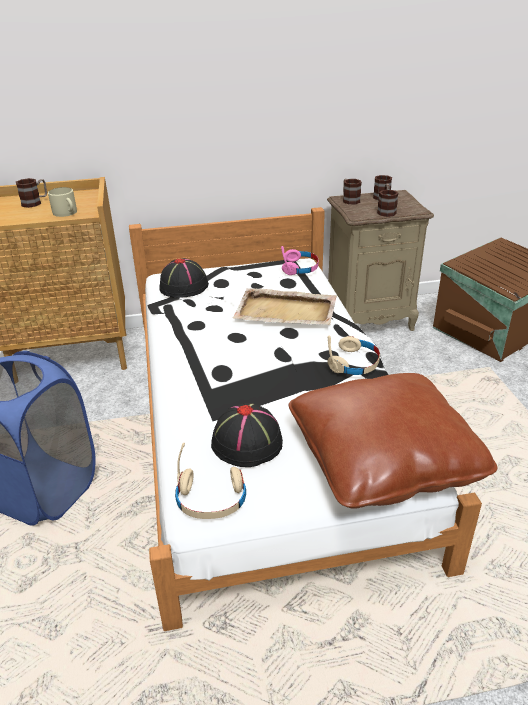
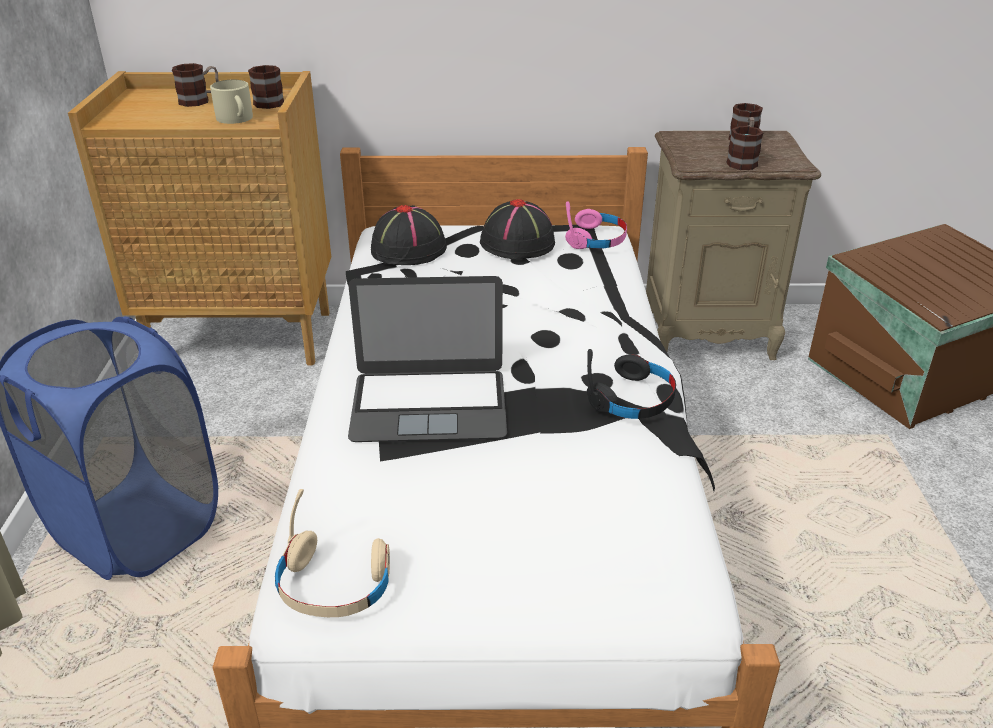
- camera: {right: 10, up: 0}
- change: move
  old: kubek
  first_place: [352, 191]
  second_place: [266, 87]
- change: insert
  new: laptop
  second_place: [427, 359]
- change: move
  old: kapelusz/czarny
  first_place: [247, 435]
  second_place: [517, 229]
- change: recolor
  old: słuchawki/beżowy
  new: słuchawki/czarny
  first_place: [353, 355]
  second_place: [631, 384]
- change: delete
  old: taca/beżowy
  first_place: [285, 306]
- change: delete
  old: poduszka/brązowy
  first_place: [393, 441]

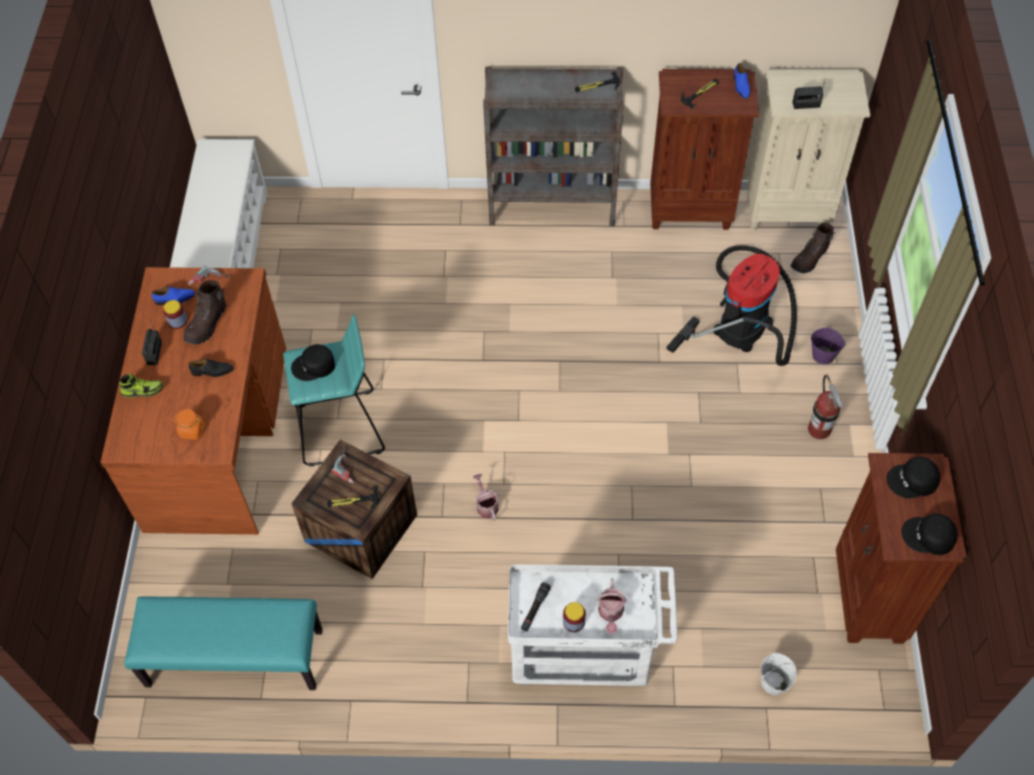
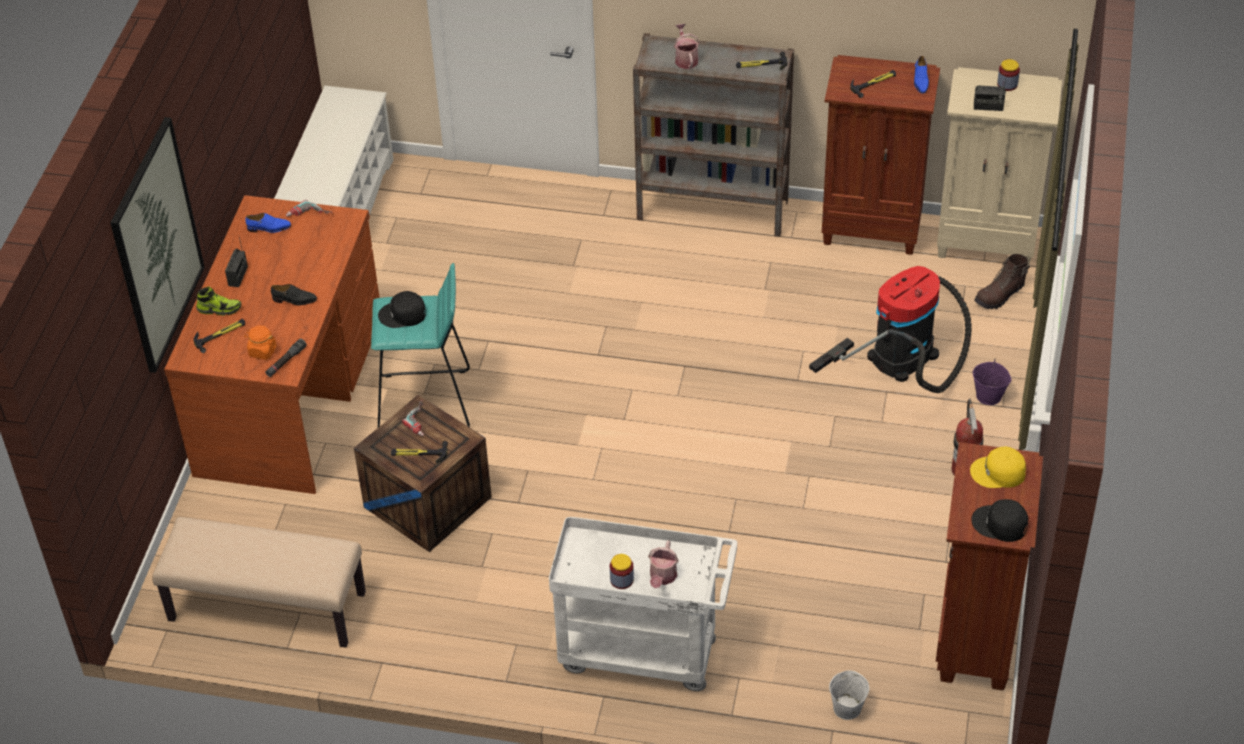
- camera: {right: 10, up: -10}
- change: insert
  new: obraz
  second_place: [157, 245]
- change: recolor
  old: ławka/turkusowy
  new: ławka/beżowy
  first_place: [223, 643]
  second_place: [259, 582]
- change: insert
  new: młotek
  second_place: [219, 336]
- change: move
  old: latarka/czarny
  first_place: [536, 607]
  second_place: [286, 358]
- change: move
  old: konewka
  first_place: [486, 497]
  second_place: [687, 46]
- change: recolor
  old: czapka z daszkiem/czarny
  new: czapka z daszkiem/żółty
  first_place: [913, 478]
  second_place: [998, 467]
- change: move
  old: słoik
  first_place: [175, 314]
  second_place: [1008, 75]
- change: delete
  old: but z cholewką/brązowy
  first_place: [205, 312]

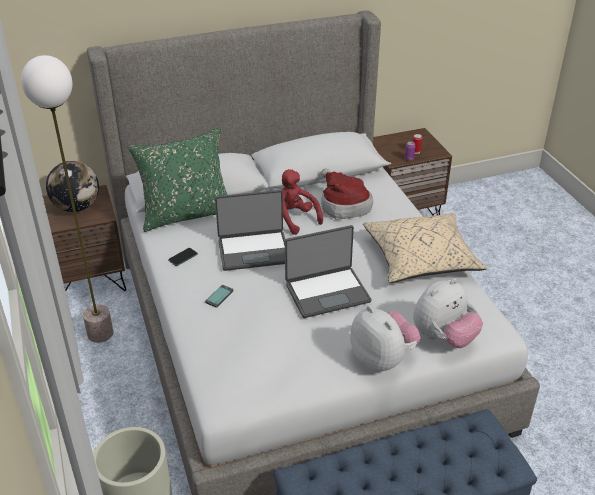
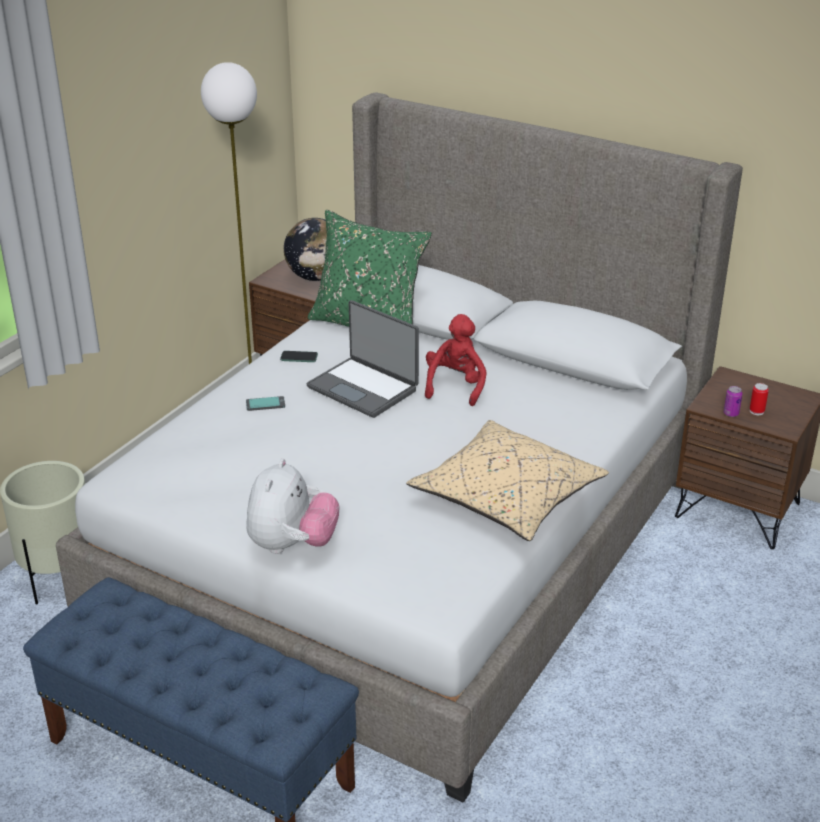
- camera: {right: 50, up: -5}
- change: delete
  old: laptop
  first_place: [328, 271]
- change: delete
  old: kapelusz
  first_place: [347, 194]
- change: delete
  old: pluszak
  first_place: [448, 313]

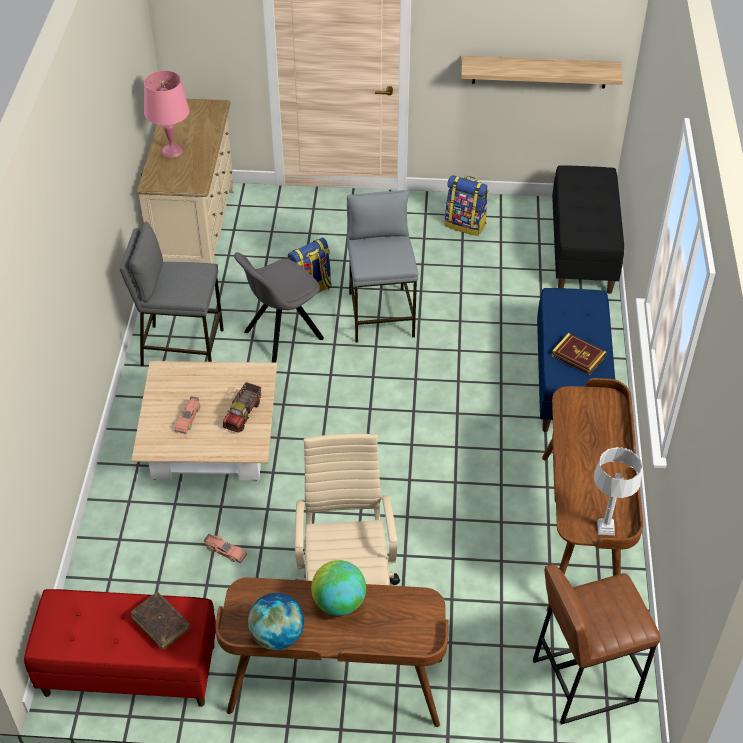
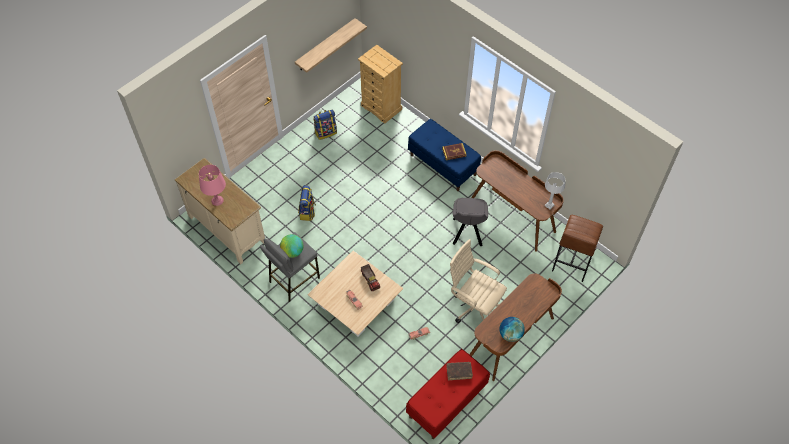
- camera: {right: -50, up: 10}
- change: move
  old: globus
  first_place: [338, 588]
  second_place: [292, 246]
- change: replace
  old: ławka/czarny
  new: komoda/beżowy
  first_place: [588, 229]
  second_place: [380, 84]
- change: move
  old: krzesło/szary
  first_place: [279, 307]
  second_place: [470, 222]
- change: delete
  old: stołek/szary
  first_place: [382, 266]

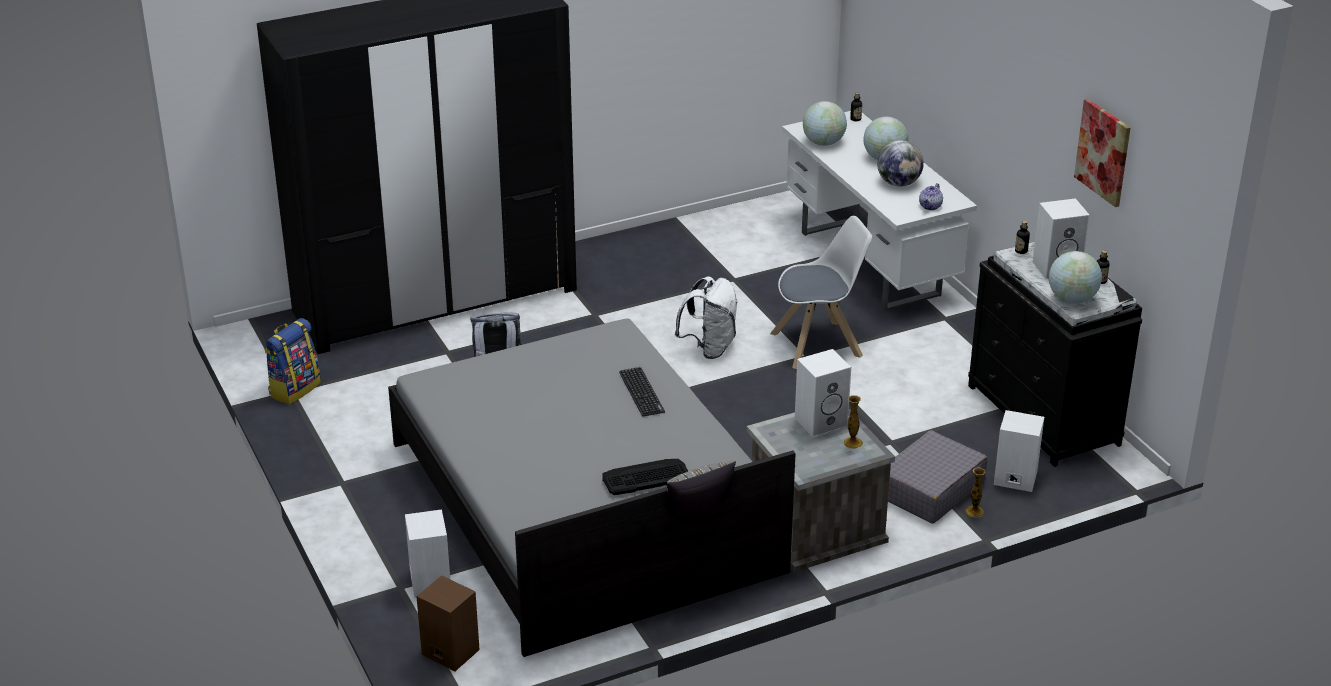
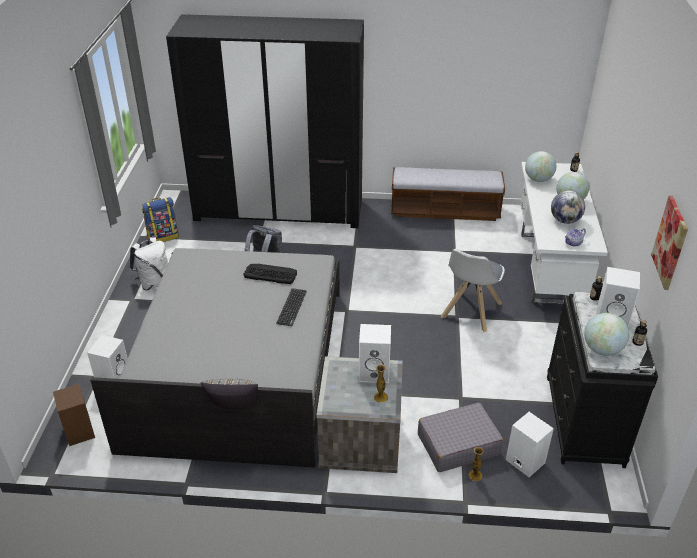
- camera: {right: 30, up: 5}
- change: move
  old: plecak/biały
  first_place: [706, 317]
  second_place: [149, 263]
- change: move
  old: klawiatura
  first_place: [645, 477]
  second_place: [270, 274]
- change: insert
  new: ławka
  second_place: [448, 194]
- change: rotate
  old: krzesło
  first_place: [821, 292]
  second_place: [473, 290]
  degrees: 105

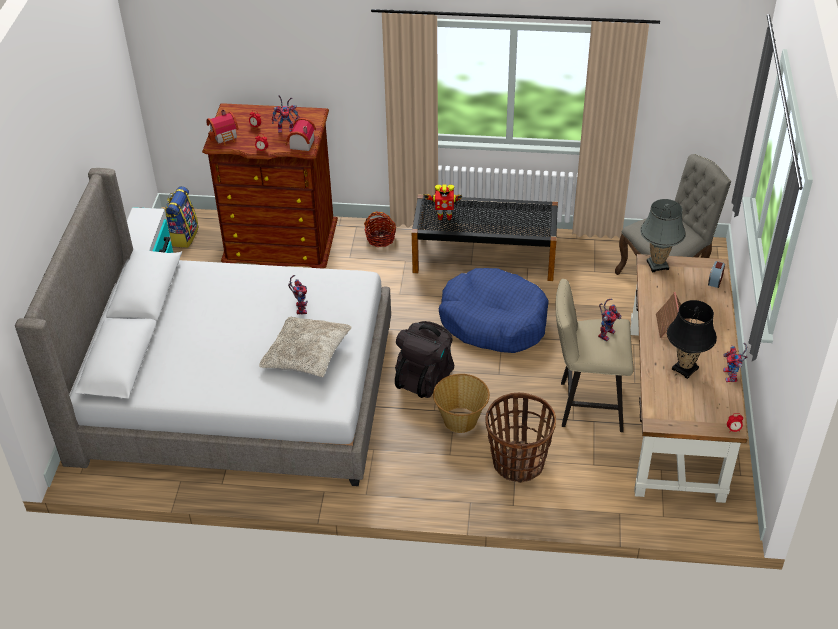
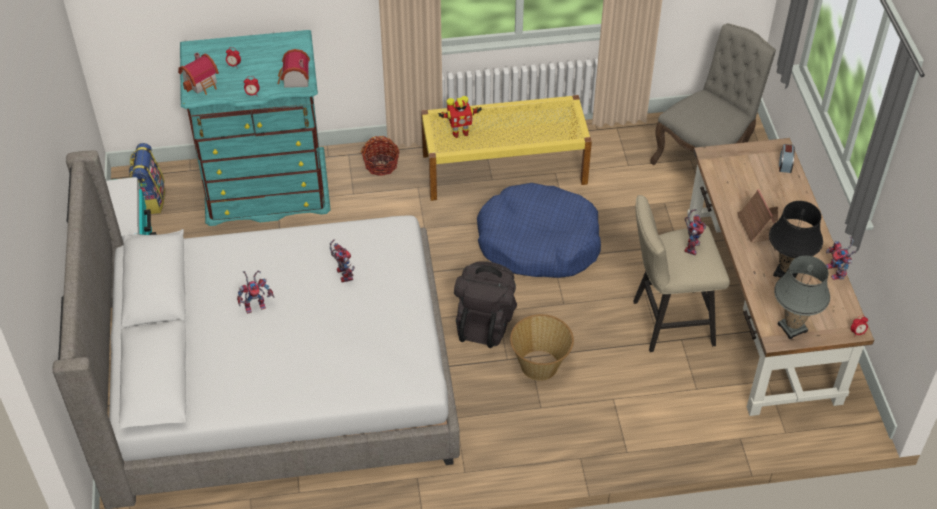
- camera: {right: -15, up: 5}
- change: recolor
  old: komoda/brązowy
  new: komoda/turkusowy
  first_place: [270, 186]
  second_place: [255, 128]
- change: move
  old: robot zabawkowy
  first_place: [286, 114]
  second_place: [256, 292]
- change: recolor
  old: ławka/czarny
  new: ławka/żółty
  first_place: [485, 237]
  second_place: [506, 148]
- change: move
  old: lampa stołowa/szary
  first_place: [663, 235]
  second_place: [802, 297]
- change: delete
  old: poduszka/beżowy
  first_place: [305, 347]
- change: delete
  old: koszyk
  first_place: [520, 438]

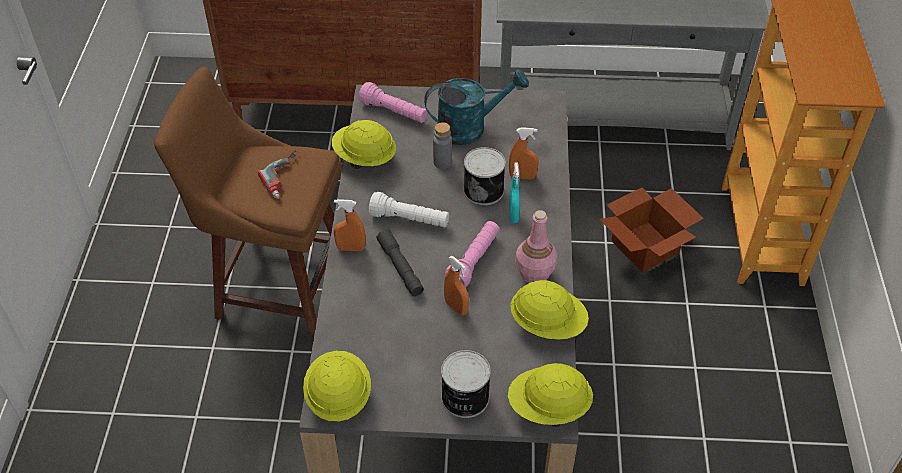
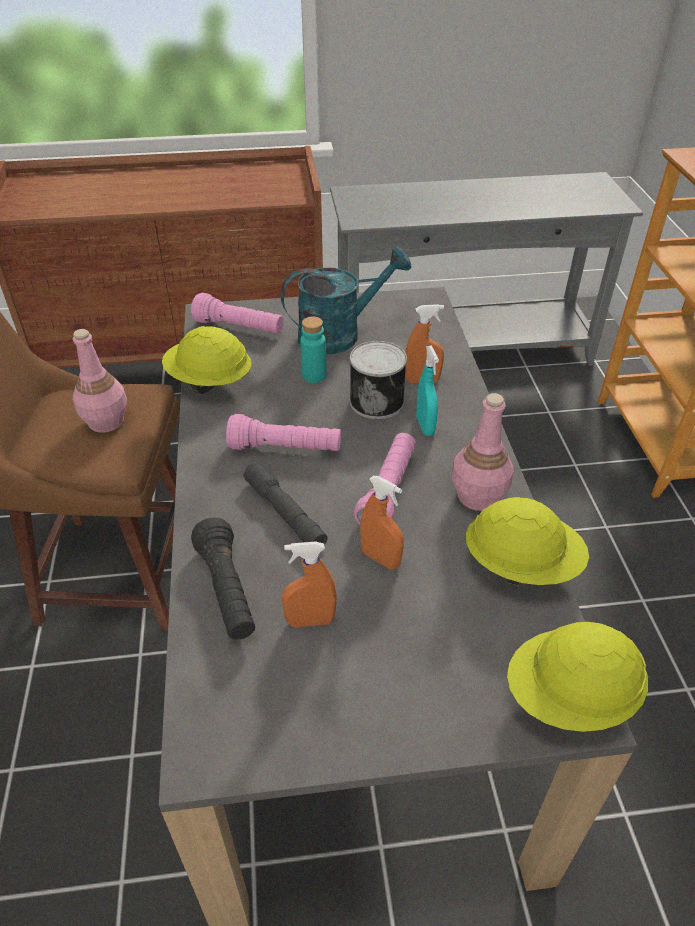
- camera: {right: -10, up: -5}
- change: replace
  old: wiertarka
  new: butelka/różowy
  first_place: [277, 174]
  second_place: [100, 381]
- change: insert
  new: latarka/czarny
  second_place: [223, 578]
- change: recolor
  old: latarka/biały
  new: latarka/różowy
  first_place: [409, 210]
  second_place: [283, 432]
- change: move
  old: spryskiwacz/pomarańczowy
  first_place: [350, 225]
  second_place: [309, 584]
- change: recolor
  old: butelka/szary
  new: butelka/turkusowy
  first_place: [442, 145]
  second_place: [313, 350]
- change: delete
  old: kask/żółty
  first_place: [337, 386]
- change: delete
  old: puszka
  first_place: [466, 384]
- change: delete
  old: karton
  first_place: [651, 229]

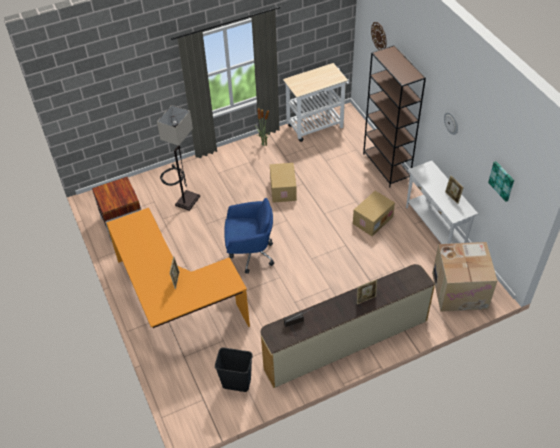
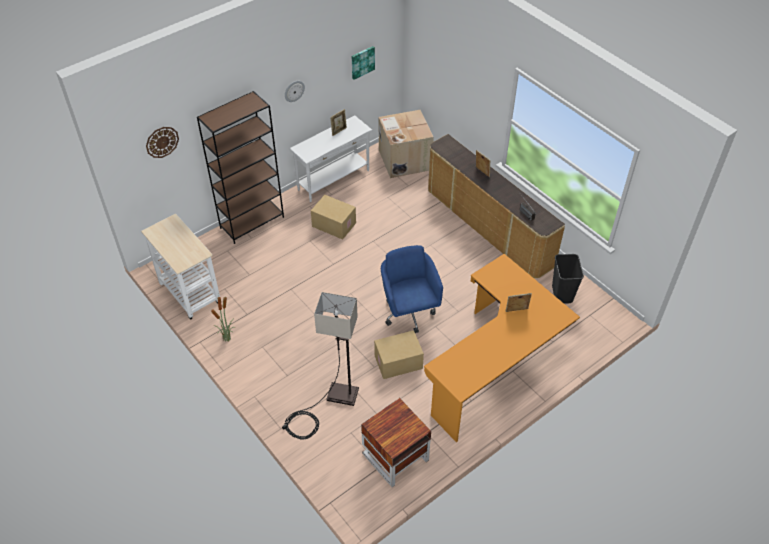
- camera: {right: -105, up: 0}
- change: move
  old: karton
  first_place: [283, 182]
  second_place: [399, 354]

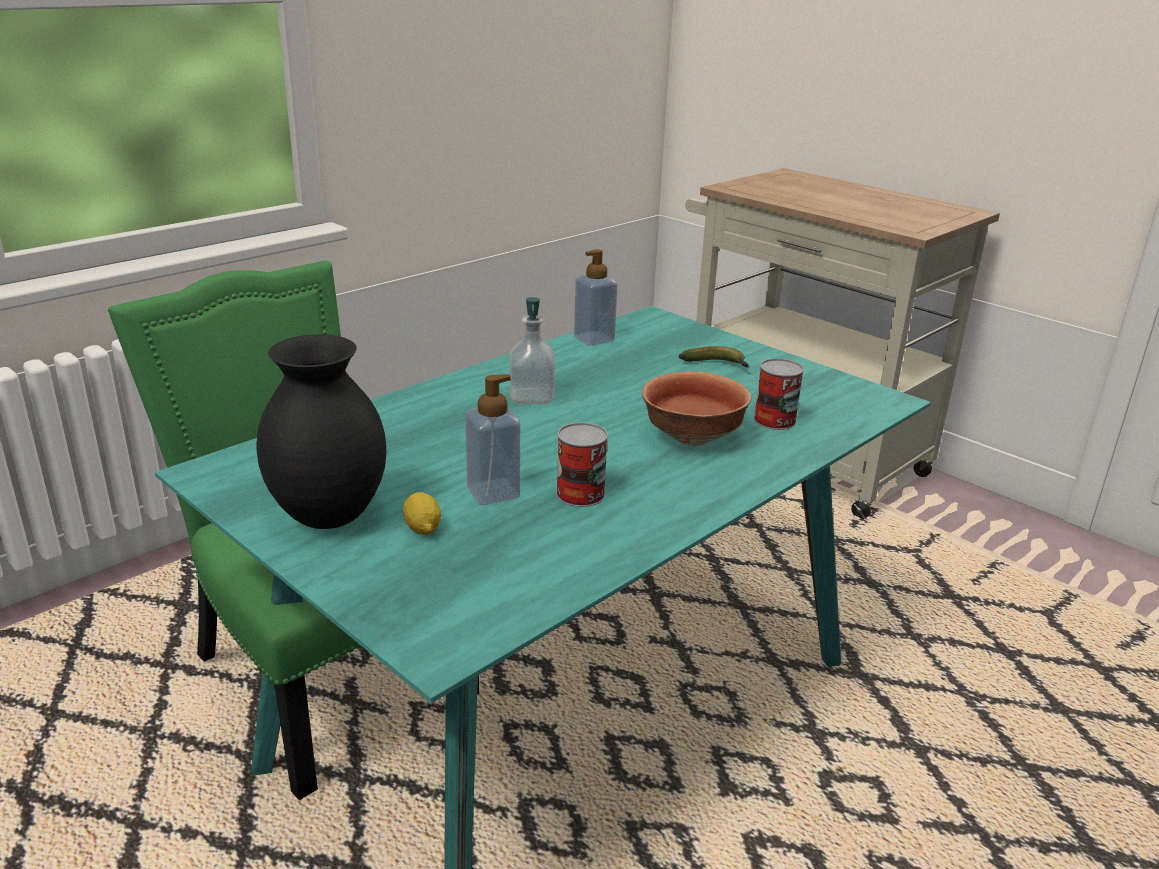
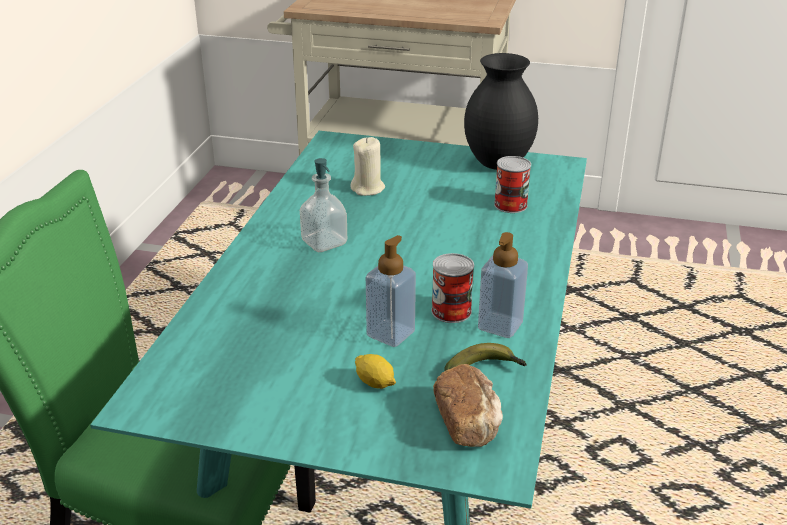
- camera: {right: -30, up: 5}
- change: insert
  new: świeca/beżowy
  second_place: [367, 166]
- change: insert
  new: chleb
  second_place: [468, 405]
- change: move
  old: banan
  first_place: [714, 357]
  second_place: [485, 357]
- change: move
  old: wazon/czarny
  first_place: [321, 431]
  second_place: [501, 111]
- change: move
  old: dozownik mydła
  first_place: [595, 297]
  second_place: [503, 285]
- change: delete
  old: miska
  first_place: [697, 408]

